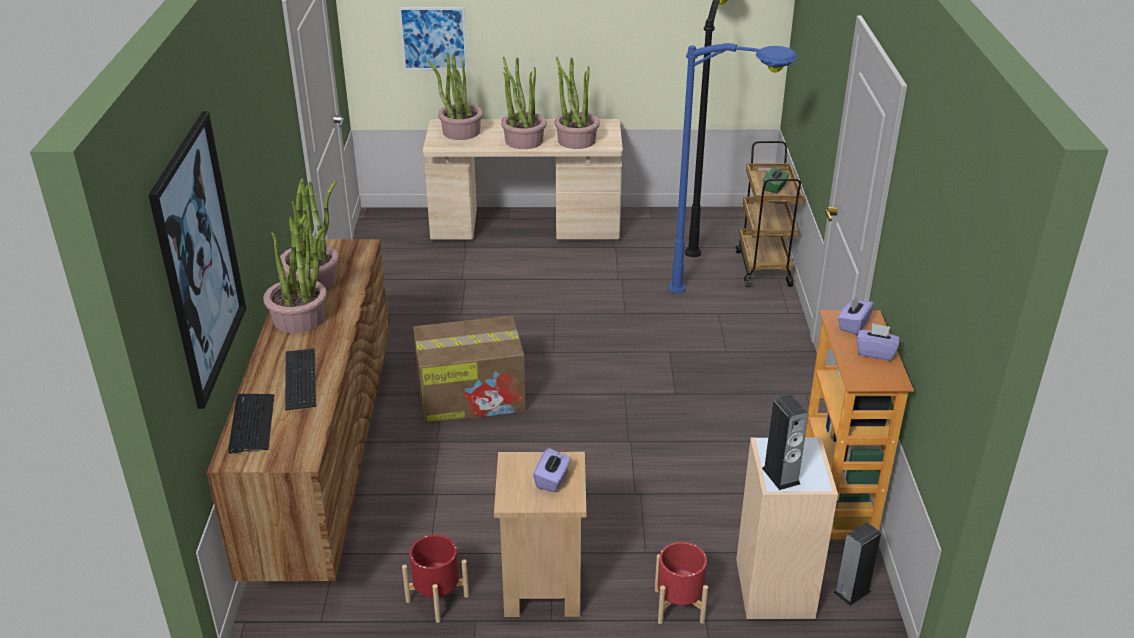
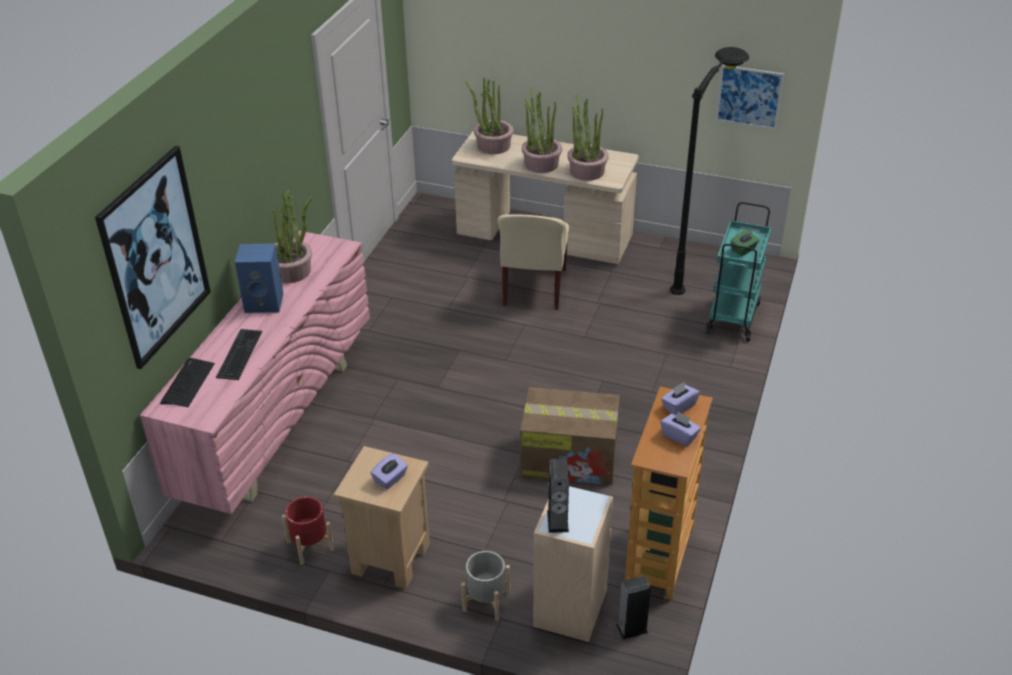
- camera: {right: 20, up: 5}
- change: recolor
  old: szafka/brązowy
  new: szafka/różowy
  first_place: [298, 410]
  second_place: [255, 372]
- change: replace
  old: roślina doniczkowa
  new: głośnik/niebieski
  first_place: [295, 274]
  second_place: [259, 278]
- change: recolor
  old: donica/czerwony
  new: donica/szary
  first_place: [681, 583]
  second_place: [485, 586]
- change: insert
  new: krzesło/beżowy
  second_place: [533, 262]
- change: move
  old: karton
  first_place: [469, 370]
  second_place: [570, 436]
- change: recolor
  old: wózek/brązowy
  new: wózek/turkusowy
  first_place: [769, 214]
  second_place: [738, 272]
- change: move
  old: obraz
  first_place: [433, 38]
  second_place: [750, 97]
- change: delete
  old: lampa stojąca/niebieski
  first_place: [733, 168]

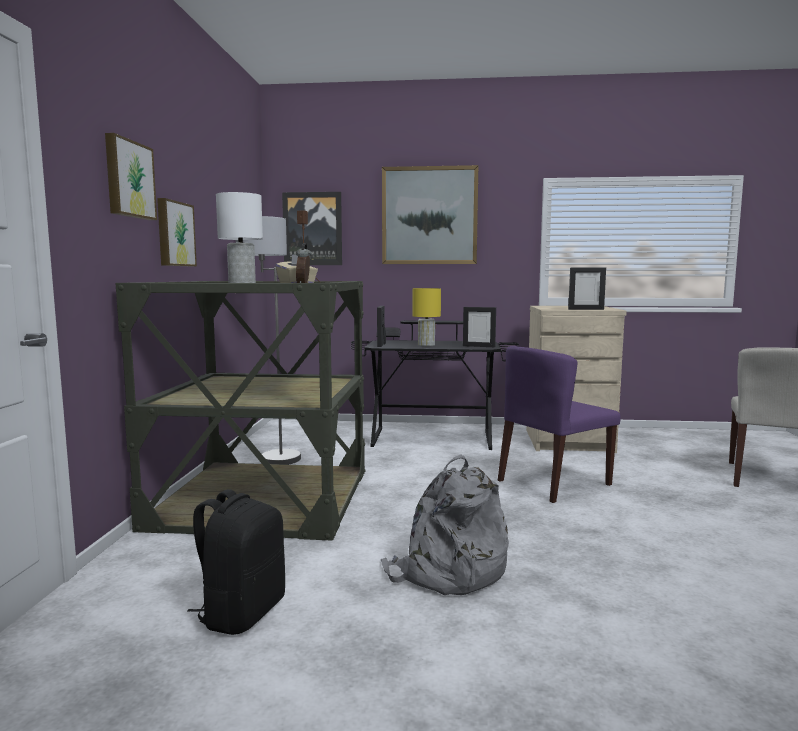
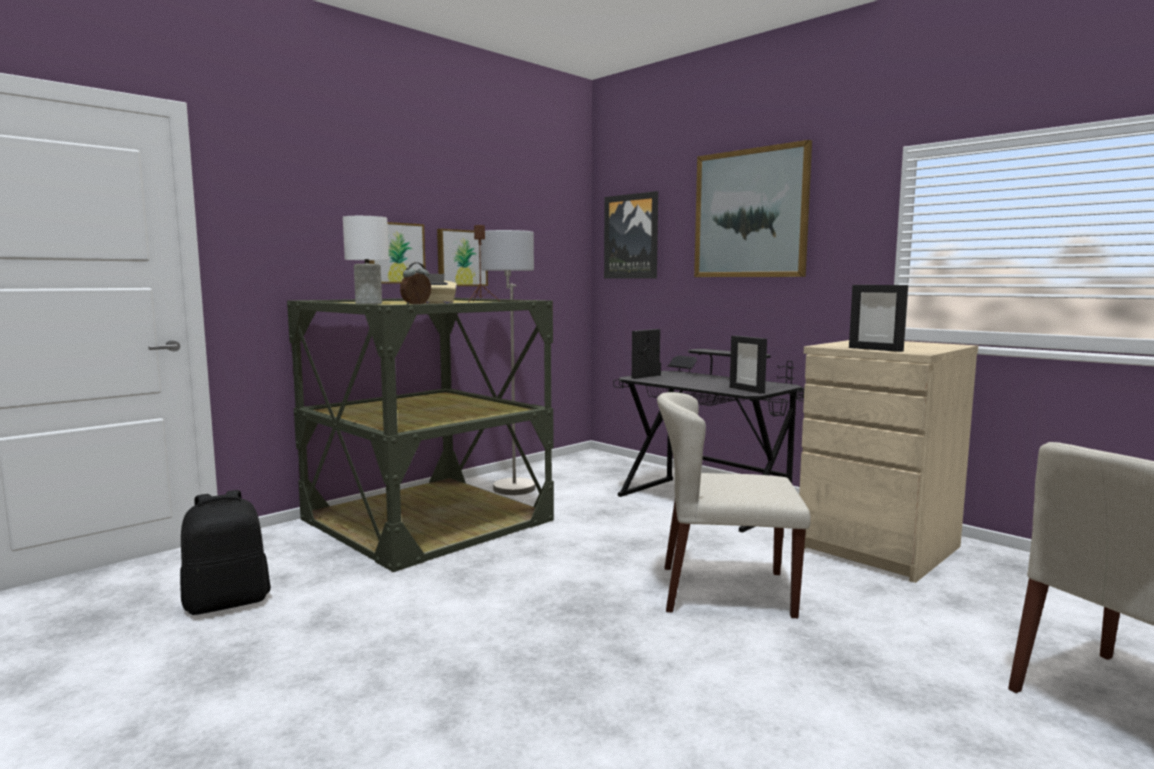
- camera: {right: 40, up: 0}
- change: move
  old: obraz
  first_place: [131, 176]
  second_place: [462, 257]
- change: recolor
  old: krzesło/fioletowy
  new: krzesło/beżowy
  first_place: [559, 424]
  second_place: [734, 505]
- change: delete
  old: plecak/szary
  first_place: [445, 525]
- change: delete
  old: lampa stołowa/żółty
  first_place: [427, 317]

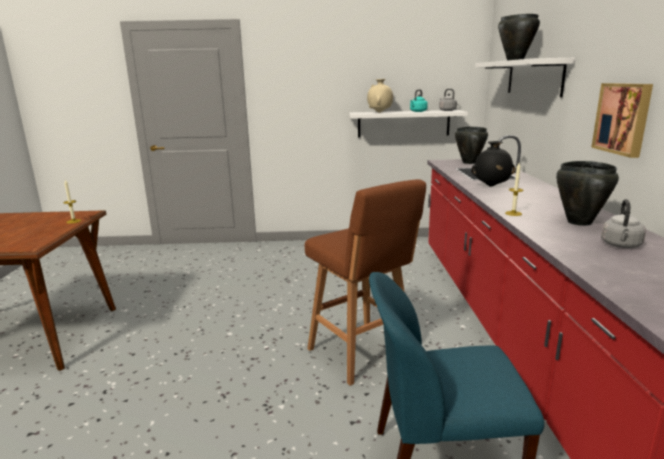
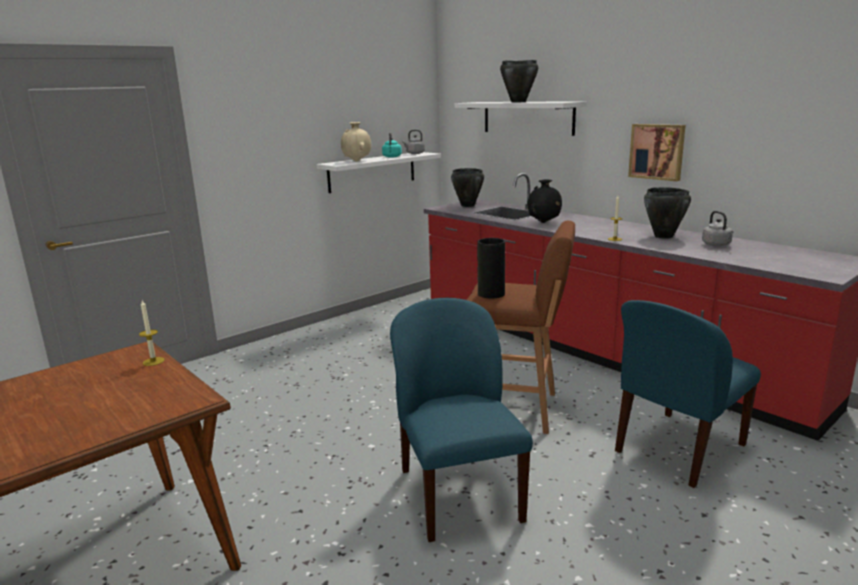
- camera: {right: -40, up: 0}
- change: insert
  new: krzesło/niebieski
  second_place: [461, 420]
- change: insert
  new: wazon
  second_place: [491, 268]

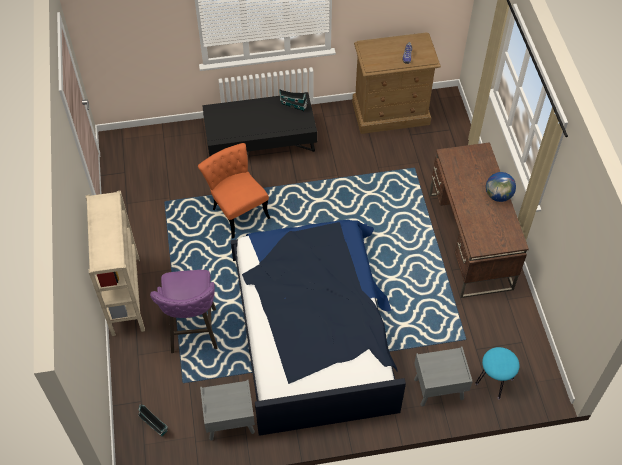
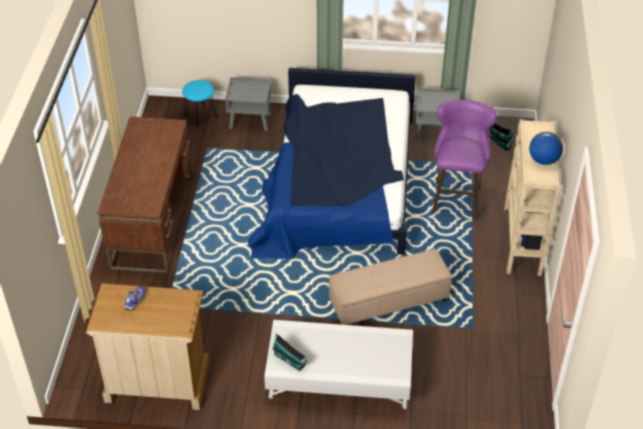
- camera: {right: -165, up: -10}
- change: recolor
  old: ława/czarny
  new: ława/biały
  first_place: [259, 124]
  second_place: [338, 364]
- change: replace
  old: krzesło/pomarańczowy
  new: pufa/beżowy
  first_place: [234, 190]
  second_place: [390, 287]
- change: move
  old: globus
  first_place: [501, 187]
  second_place: [546, 148]

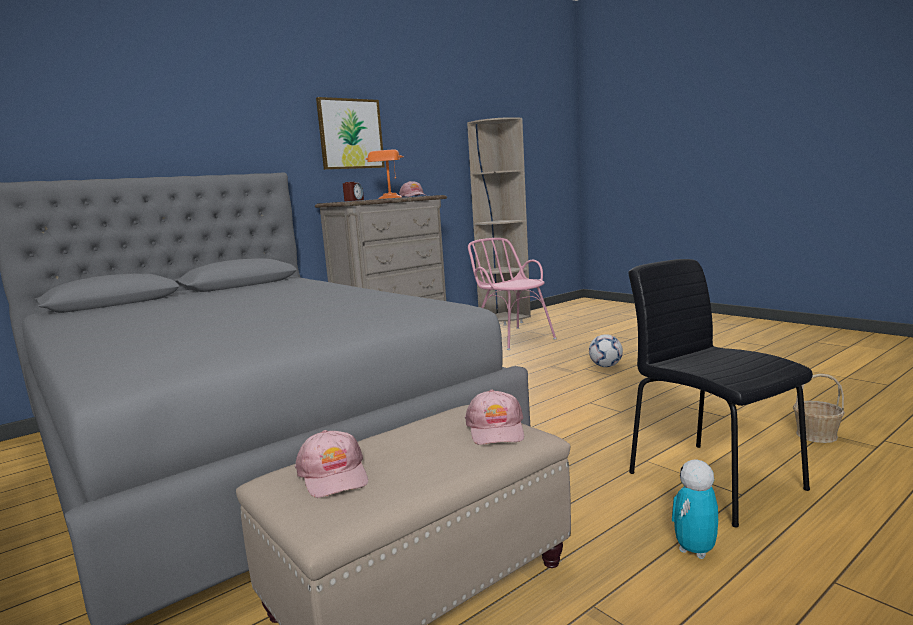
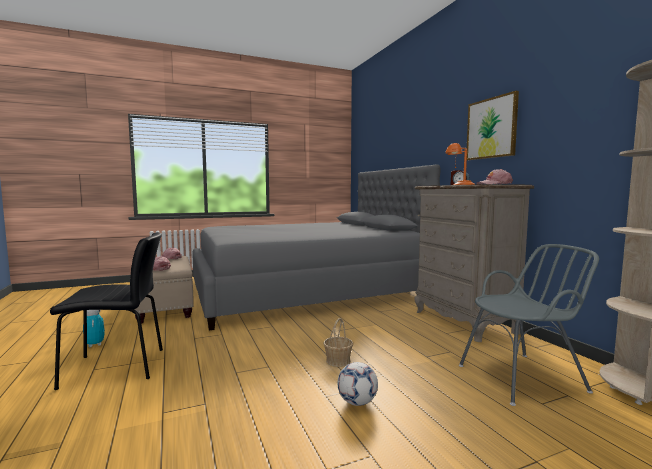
- camera: {right: 105, up: -5}
- change: move
  old: koszyk
  first_place: [819, 408]
  second_place: [338, 342]
- change: recolor
  old: krzesło/różowy
  new: krzesło/szary
  first_place: [512, 294]
  second_place: [529, 325]

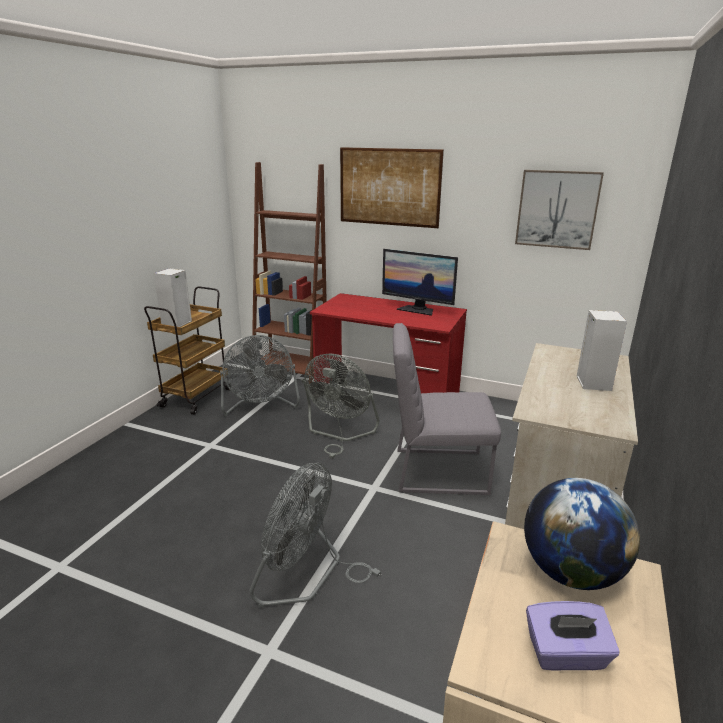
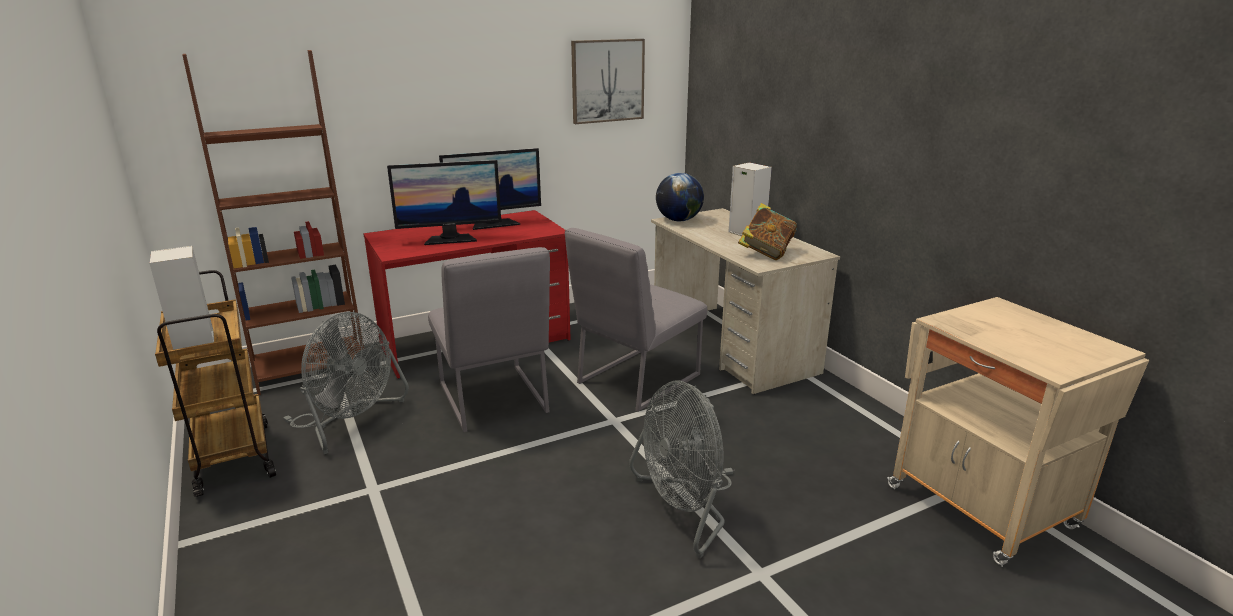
- camera: {right: -50, up: 0}
- change: insert
  new: monitor
  second_place: [444, 202]
- change: replace
  old: wentylator/szary
  new: krzesło/szary
  first_place: [340, 406]
  second_place: [489, 339]
- change: move
  old: globus
  first_place: [582, 534]
  second_place: [680, 197]
- change: insert
  new: książka
  second_place: [767, 231]
- change: delete
  old: obraz
  first_place: [392, 187]
- change: delete
  old: pudełko chusteczek/fioletowy
  first_place: [573, 635]

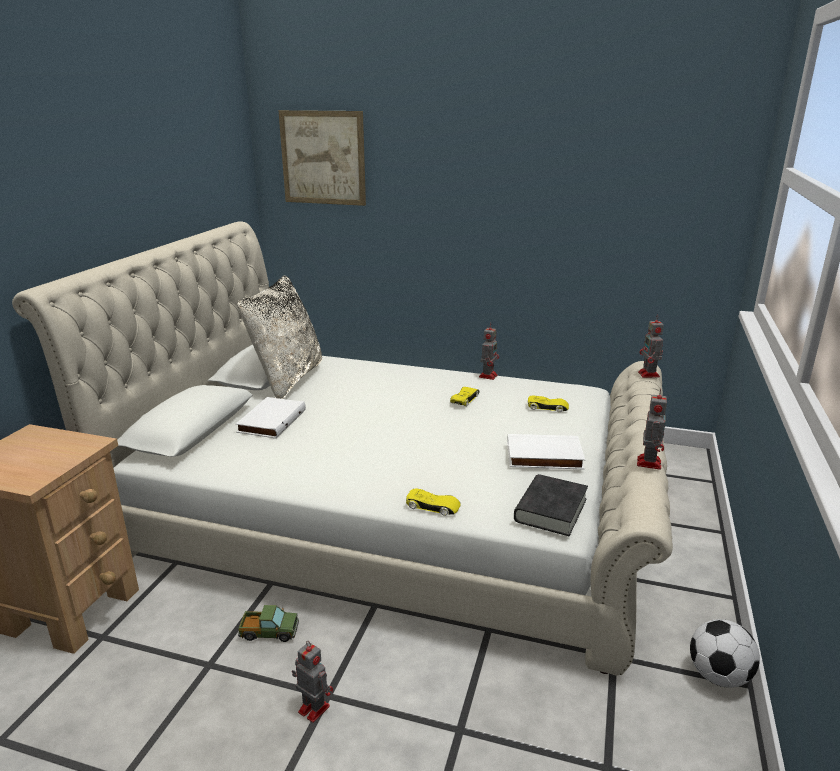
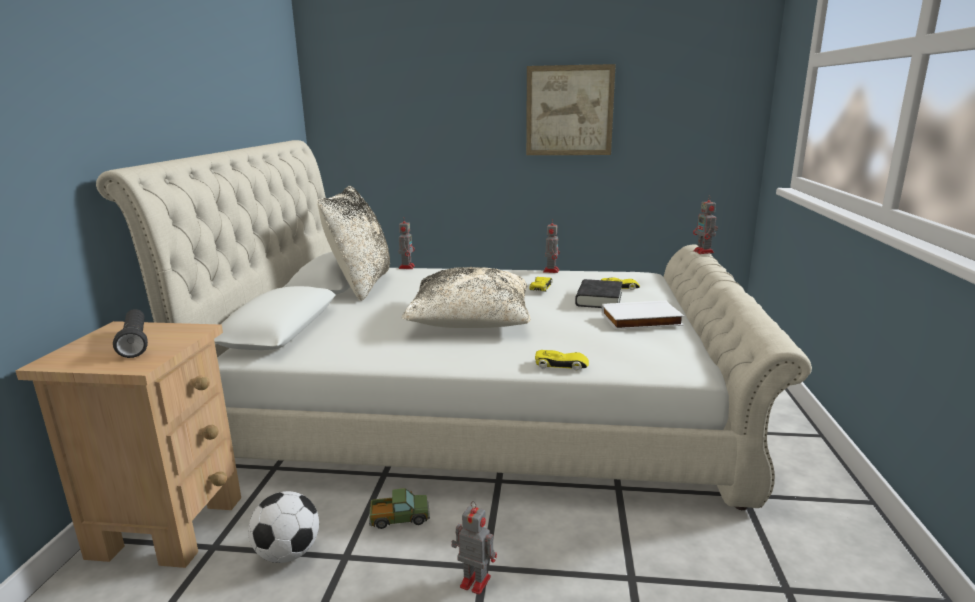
- camera: {right: -10, up: -5}
- change: insert
  new: latarka/czarny
  second_place: [130, 333]
- change: move
  old: piłka futbolowa
  first_place: [725, 653]
  second_place: [283, 527]
- change: move
  old: robot zabawkowy
  first_place: [652, 429]
  second_place: [407, 243]
- change: insert
  new: poduszka/beżowy
  second_place: [466, 297]
- change: move
  old: obraz
  first_place: [322, 158]
  second_place: [571, 109]
- change: move
  old: książka/czarny
  first_place: [551, 505]
  second_place: [599, 293]
- change: delete
  old: książka/biały
  first_place: [271, 418]

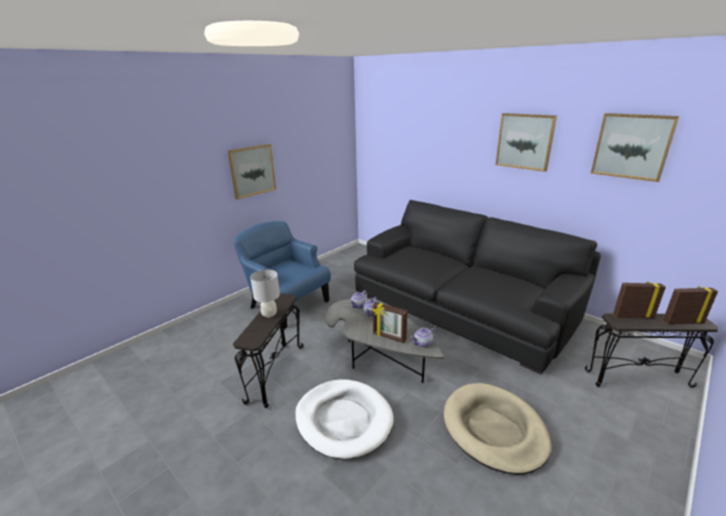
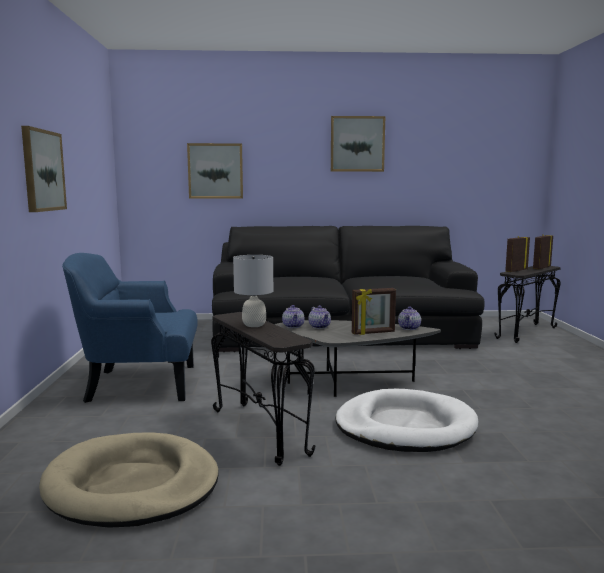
- camera: {right: -45, up: -15}
- change: move
  old: legowisko/beżowy
  first_place: [498, 429]
  second_place: [129, 480]
- change: move
  old: obraz
  first_place: [635, 147]
  second_place: [215, 171]

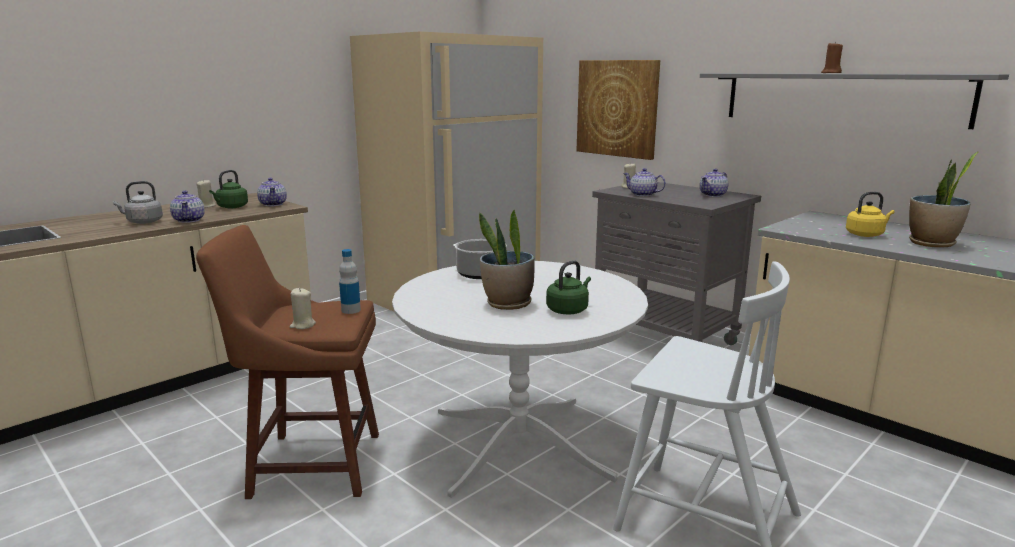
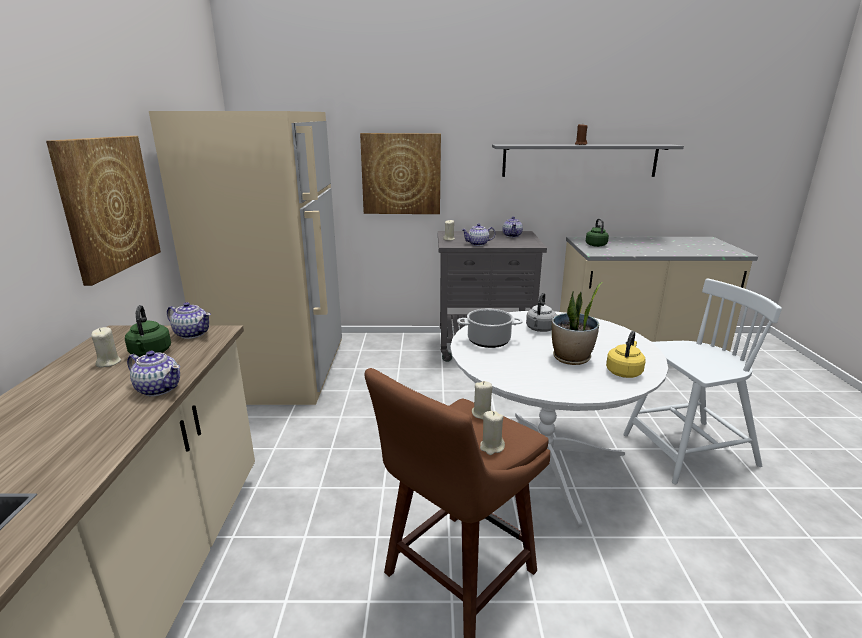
- camera: {right: -45, up: 5}
- change: insert
  new: obraz
  second_place: [103, 211]
- change: replace
  old: butelka
  new: świeca/beżowy
  first_place: [350, 281]
  second_place: [482, 400]
- change: move
  old: czajnik/szary
  first_place: [138, 202]
  second_place: [541, 312]
- change: move
  old: czajnik/zielony
  first_place: [568, 287]
  second_place: [597, 232]
- change: move
  old: czajnik/żółty
  first_place: [870, 214]
  second_place: [625, 354]
- change: delete
  old: roślina doniczkowa
  first_place: [943, 200]

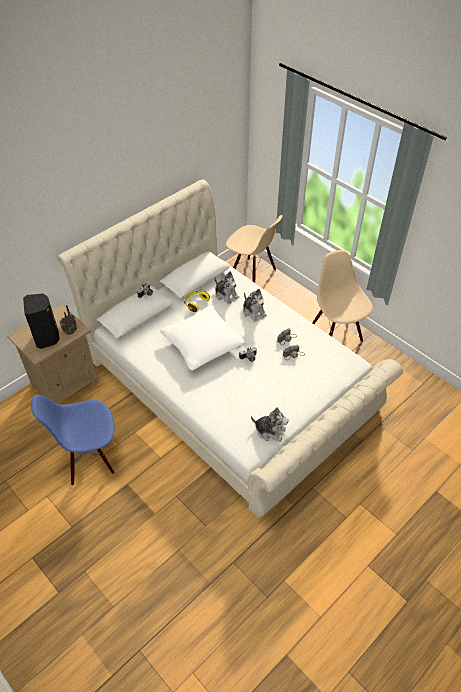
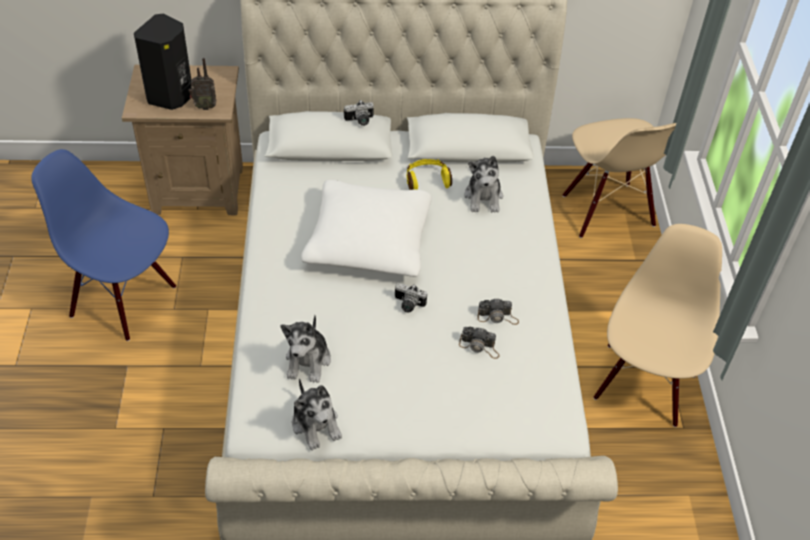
- camera: {right: 40, up: 0}
- change: move
  old: pluszak
  first_place: [255, 305]
  second_place: [306, 349]

